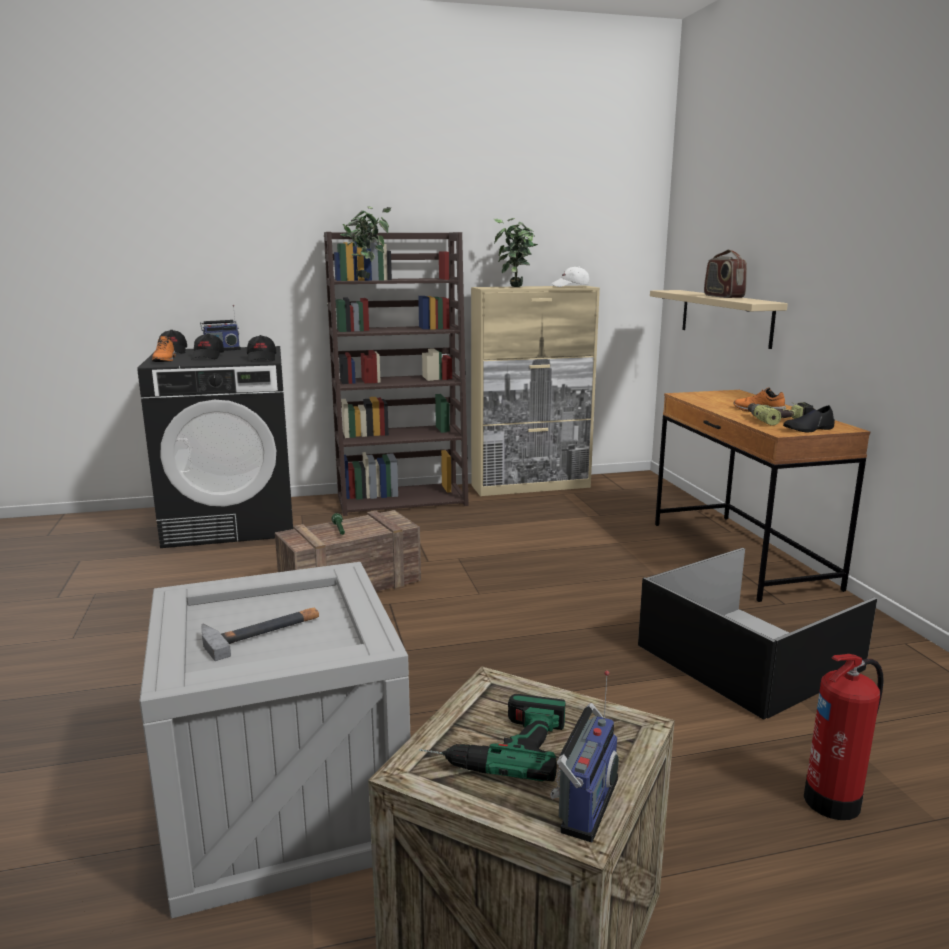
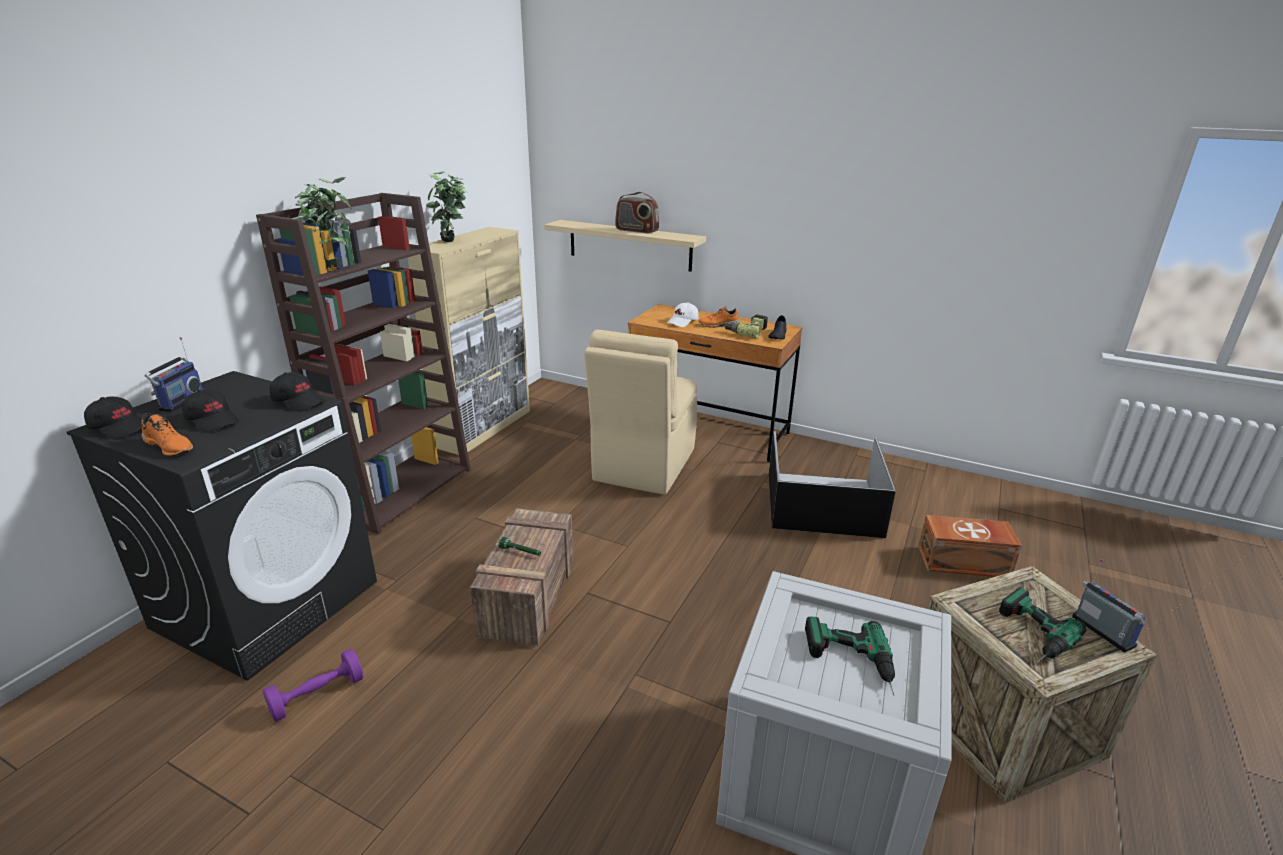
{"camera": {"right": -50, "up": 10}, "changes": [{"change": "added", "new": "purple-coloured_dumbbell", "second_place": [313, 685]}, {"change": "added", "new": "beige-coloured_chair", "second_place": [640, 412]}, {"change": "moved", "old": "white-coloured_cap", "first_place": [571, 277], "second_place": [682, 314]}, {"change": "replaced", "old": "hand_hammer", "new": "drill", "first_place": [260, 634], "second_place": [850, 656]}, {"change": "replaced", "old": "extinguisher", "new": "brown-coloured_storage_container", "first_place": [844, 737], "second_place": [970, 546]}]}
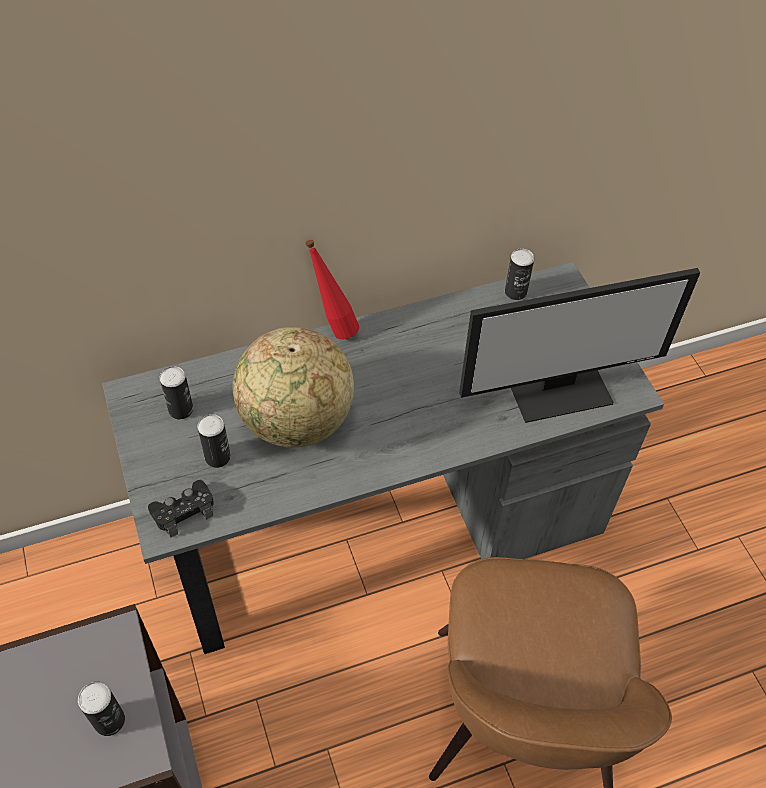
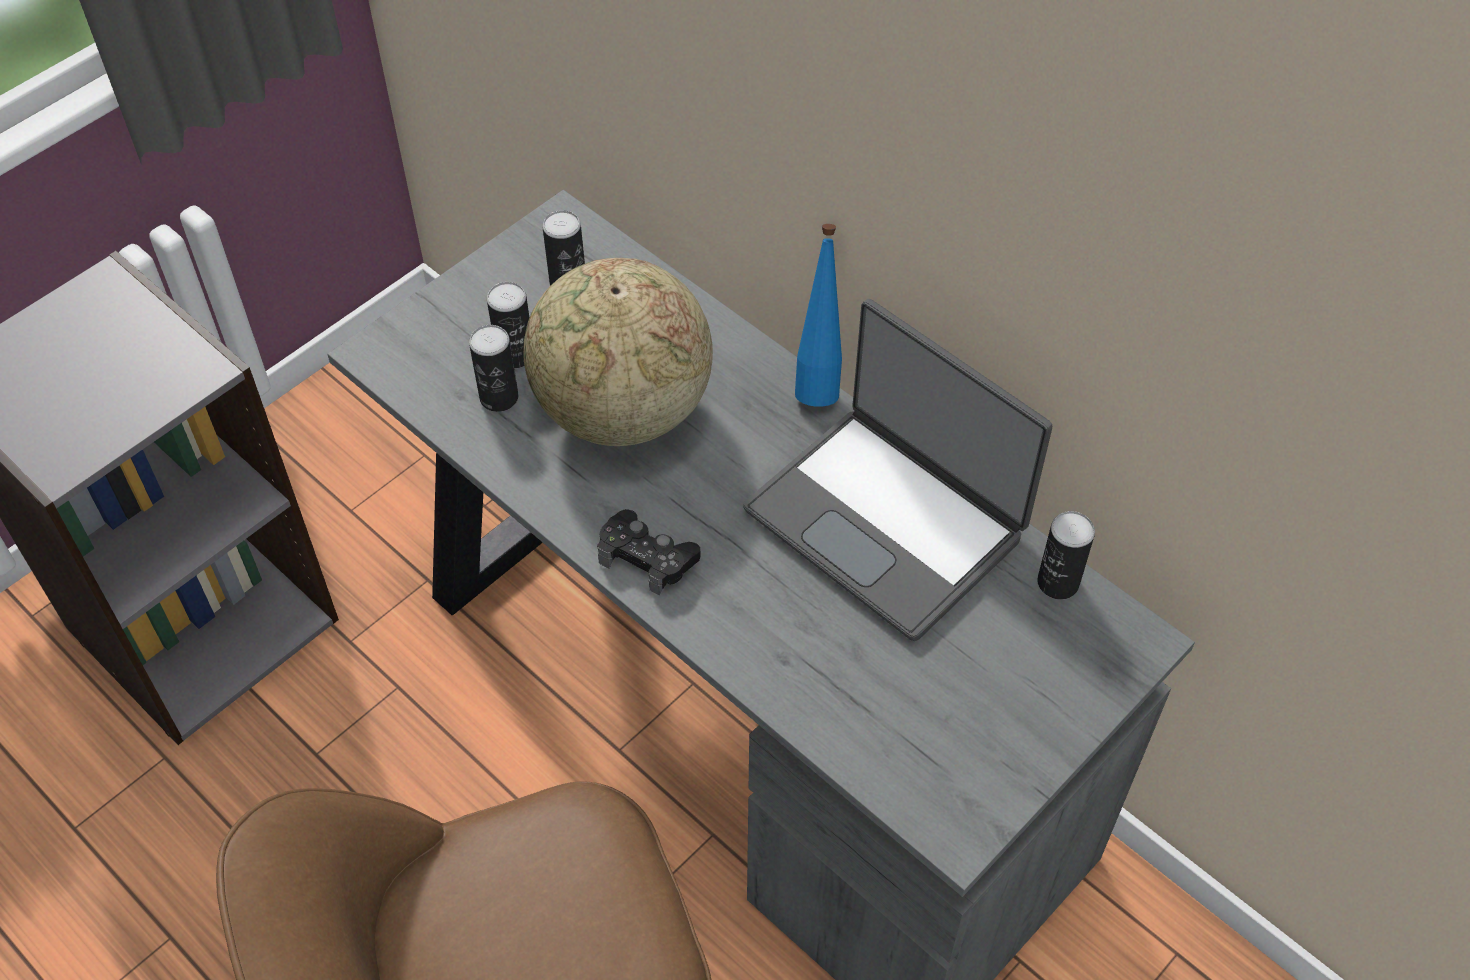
{"camera": {"right": 65, "up": 0}, "changes": [{"change": "moved", "old": "can", "first_place": [101, 709], "second_place": [493, 368]}, {"change": "moved", "old": "black-coloured_gamepad", "first_place": [181, 508], "second_place": [649, 552]}, {"change": "added", "new": "laptop", "second_place": [897, 470]}, {"change": "recoloured", "old": "red-coloured_drink_bottle", "new": "blue-coloured_drink_bottle", "first_place": [332, 290], "second_place": [818, 315]}, {"change": "removed", "old": "monitor", "first_place": [579, 345]}]}
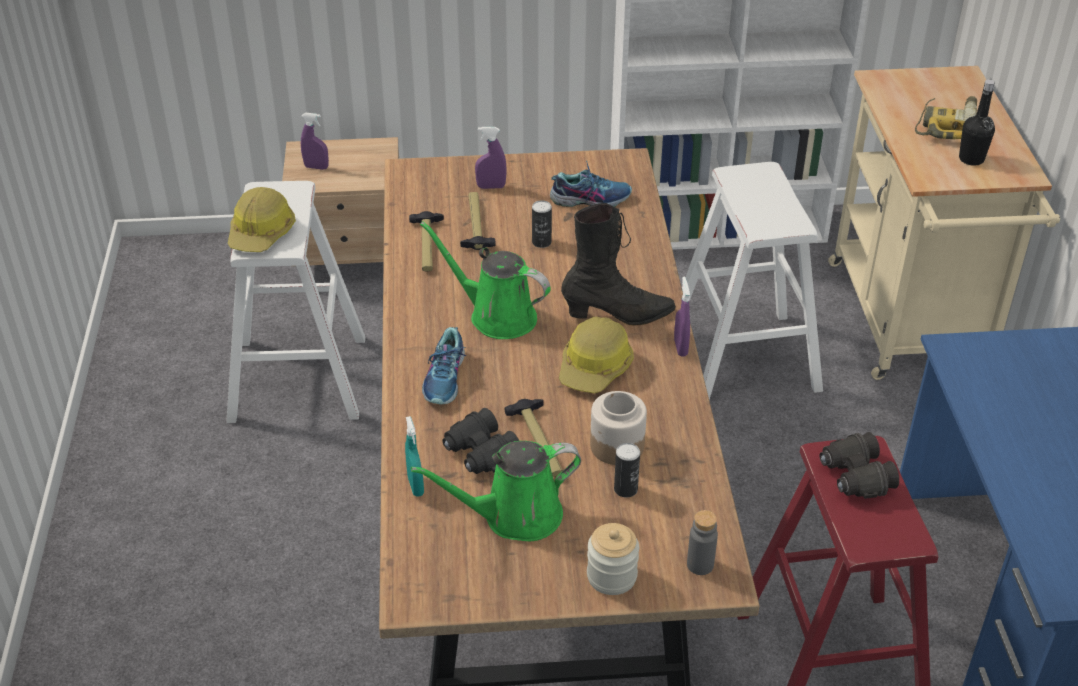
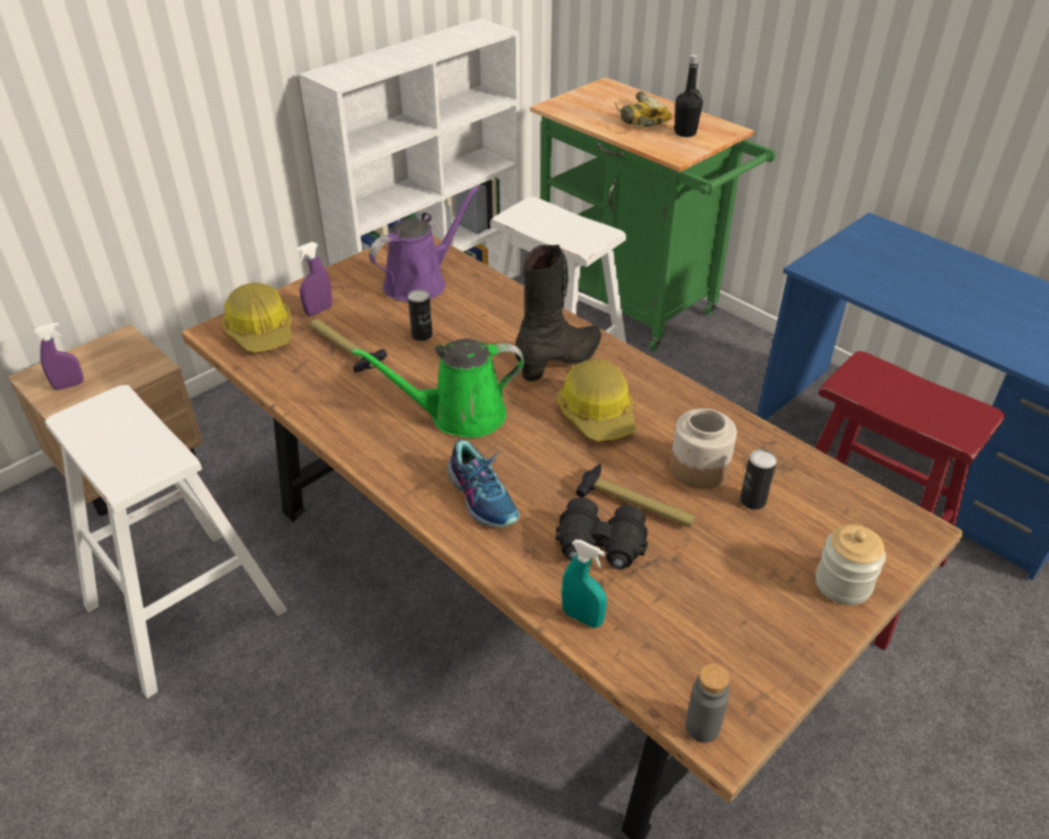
{"camera": {"right": -40, "up": 0}, "changes": [{"change": "moved", "old": "work_helmet", "first_place": [262, 219], "second_place": [256, 318]}, {"change": "replaced", "old": "low_shoe", "new": "purple-coloured_watering_pot", "first_place": [591, 183], "second_place": [424, 243]}, {"change": "recoloured", "old": "beige-coloured_trolley", "new": "green_trolley", "first_place": [944, 223], "second_place": [653, 214]}, {"change": "moved", "old": "grey_drink_bottle", "first_place": [702, 542], "second_place": [707, 703]}, {"change": "removed", "old": "hand_hammer", "first_place": [426, 241]}, {"change": "removed", "old": "green_watering_pot", "first_place": [496, 491]}, {"change": "removed", "old": "purple-coloured_spray_bottle", "first_place": [682, 316]}, {"change": "removed", "old": "black-coloured_binoculars", "first_place": [859, 465]}]}
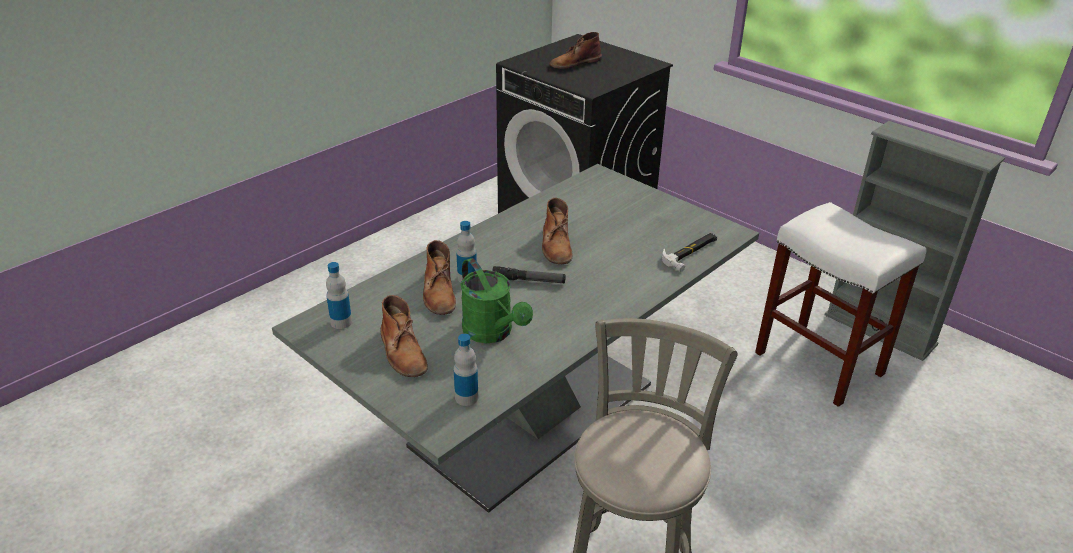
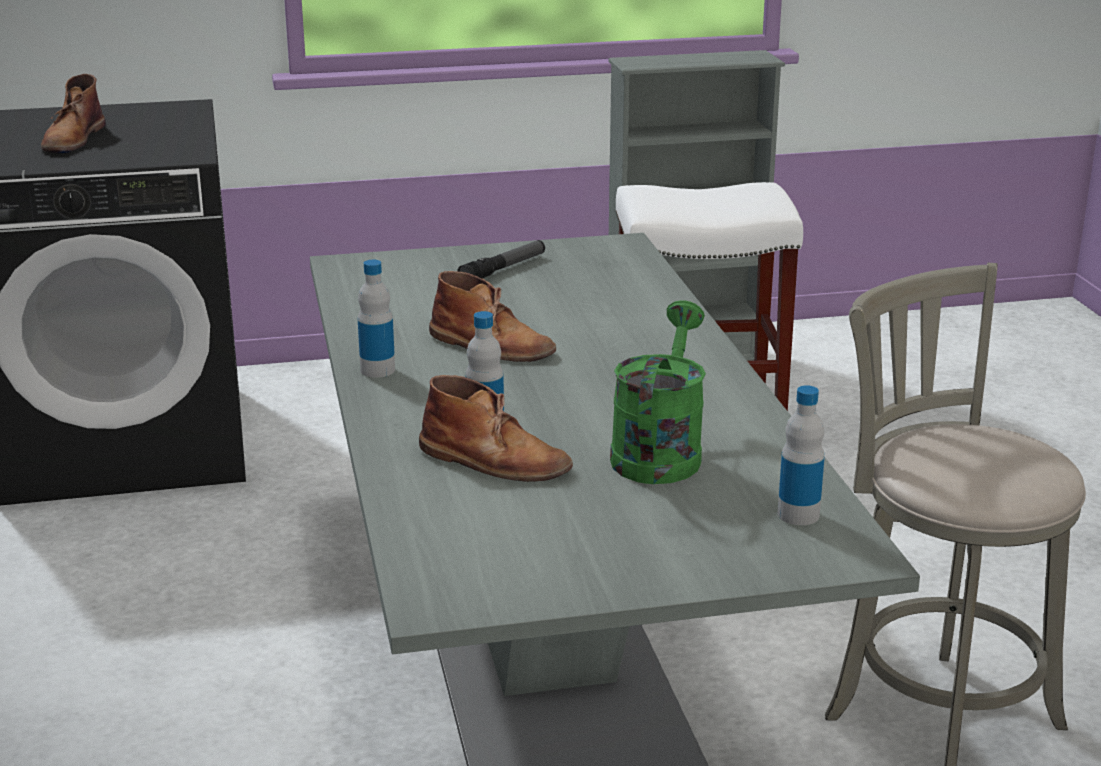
{"camera": {"right": -55, "up": -10}, "changes": [{"change": "moved", "old": "drink_bottle", "first_place": [339, 295], "second_place": [376, 319]}, {"change": "moved", "old": "hand_torch", "first_place": [529, 274], "second_place": [501, 259]}, {"change": "turned", "old": "green_watering_pot", "first_place": [497, 300], "second_place": [658, 392], "degrees": -75}, {"change": "removed", "old": "brown-coloured_high-top_boot", "first_place": [404, 336]}, {"change": "removed", "old": "hand_hammer", "first_place": [689, 252]}]}
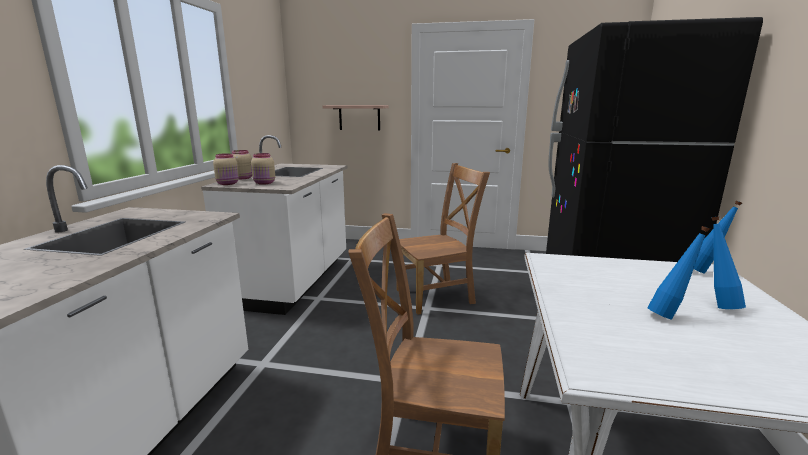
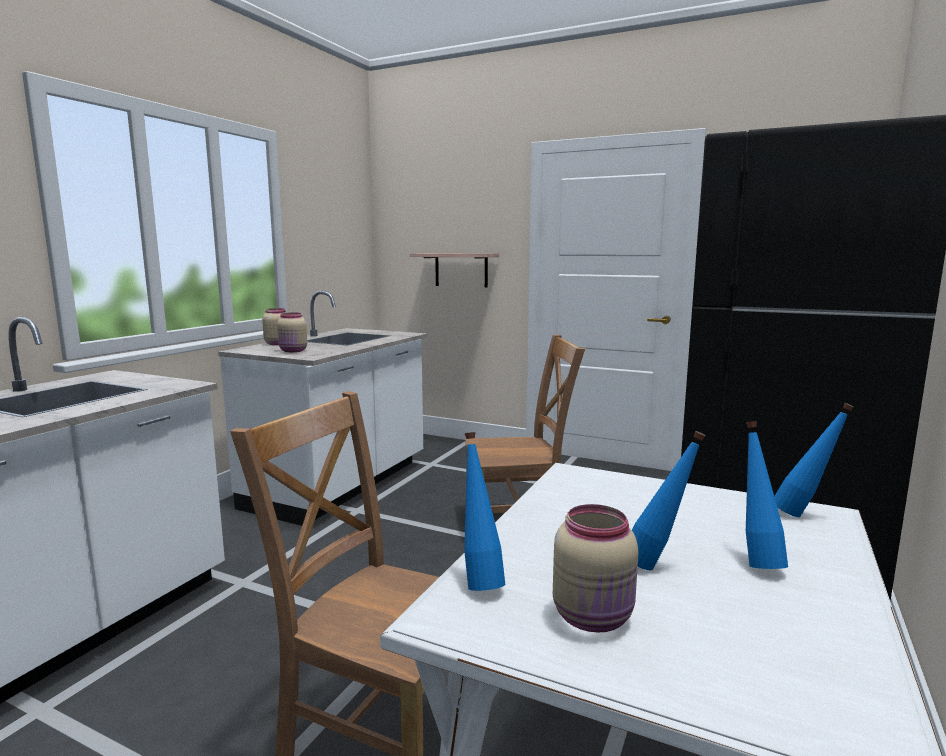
{"camera": {"right": 15, "up": -5}, "changes": [{"change": "added", "new": "blue-coloured_drink_bottle", "second_place": [484, 511]}, {"change": "moved", "old": "beige-coloured_preserve_jar", "first_place": [226, 169], "second_place": [595, 568]}]}
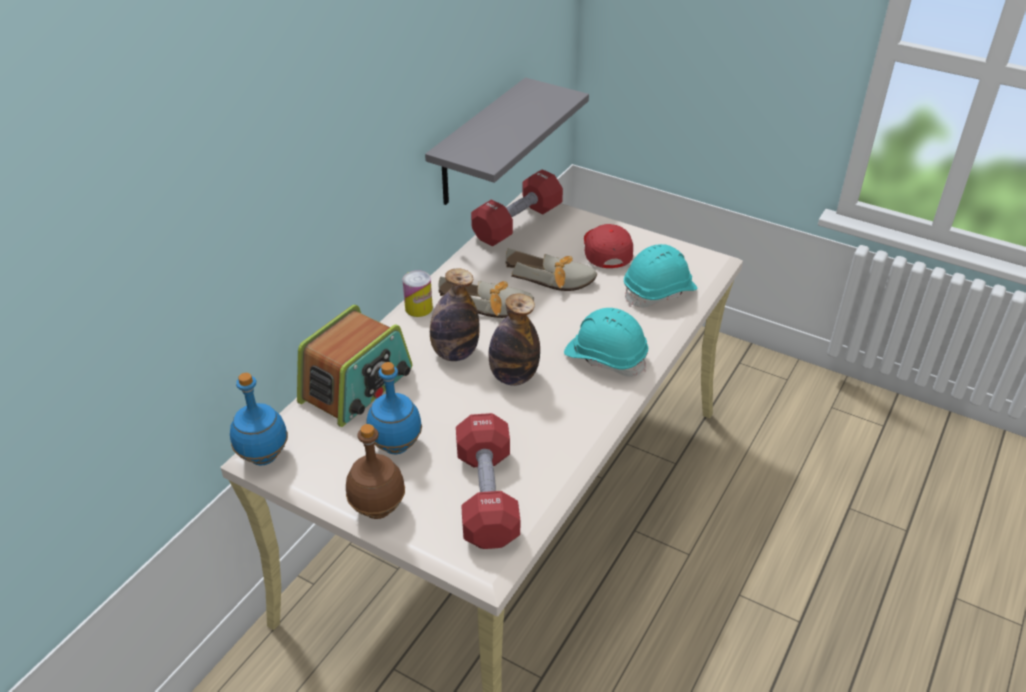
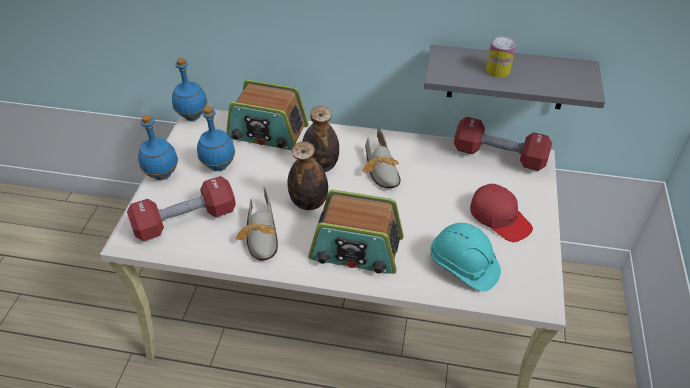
{"camera": {"right": 70, "up": 5}, "changes": [{"change": "recoloured", "old": "brown-coloured_drink_bottle", "new": "blue-coloured_drink_bottle", "first_place": [375, 471], "second_place": [158, 147]}, {"change": "moved", "old": "low_shoe", "first_place": [551, 269], "second_place": [257, 223]}, {"change": "replaced", "old": "blue-green_work_helmet", "new": "radio_set", "first_place": [606, 342], "second_place": [356, 232]}, {"change": "turned", "old": "red-coloured_cap", "first_place": [608, 246], "second_place": [501, 213], "degrees": 75}, {"change": "moved", "old": "can", "first_place": [418, 293], "second_place": [501, 57]}]}
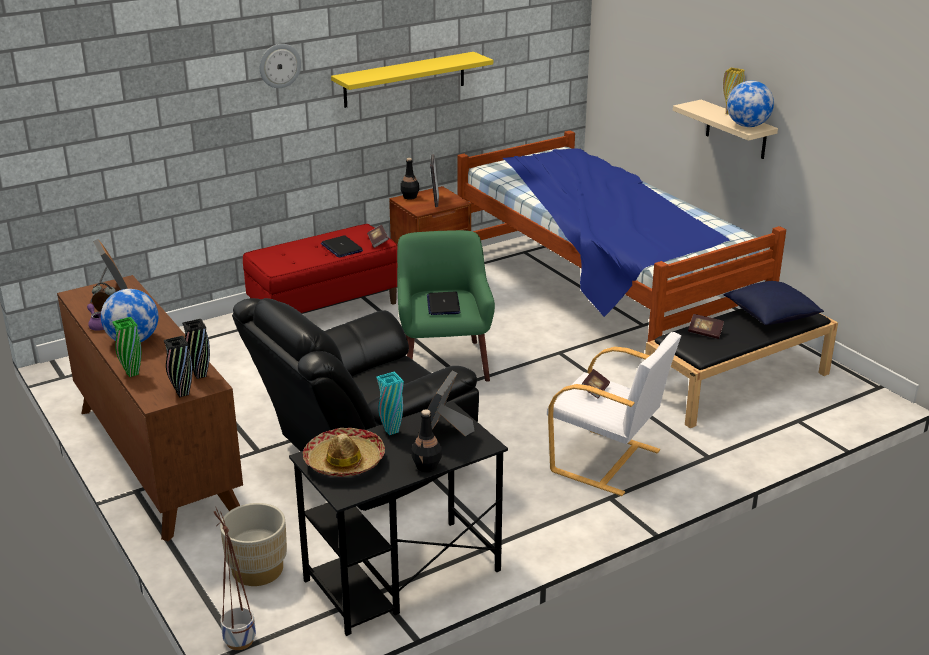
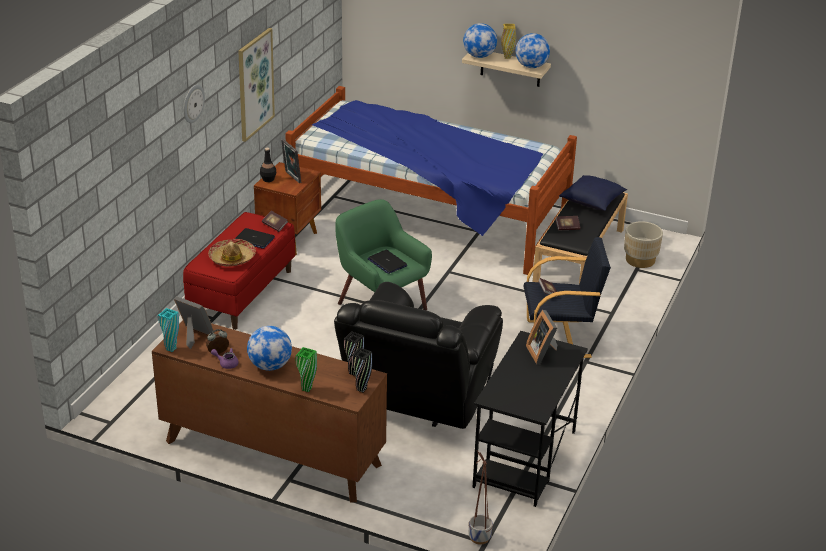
{"camera": {"right": -35, "up": 5}, "changes": [{"change": "moved", "old": "blue-green_vase", "first_place": [390, 403], "second_place": [168, 330]}, {"change": "moved", "old": "clothing_hat", "first_place": [344, 452], "second_place": [232, 253]}, {"change": "replaced", "old": "yellow_wall_shelf", "new": "picture", "first_place": [412, 80], "second_place": [256, 85]}, {"change": "added", "new": "globe", "second_place": [480, 40]}, {"change": "recoloured", "old": "white-coloured_armchair", "new": "black-coloured_armchair", "first_place": [614, 414], "second_place": [567, 297]}, {"change": "moved", "old": "beige-coloured_flower_pot", "first_place": [253, 544], "second_place": [643, 244]}, {"change": "removed", "old": "black-coloured_drink_bottle", "first_place": [426, 440]}]}
